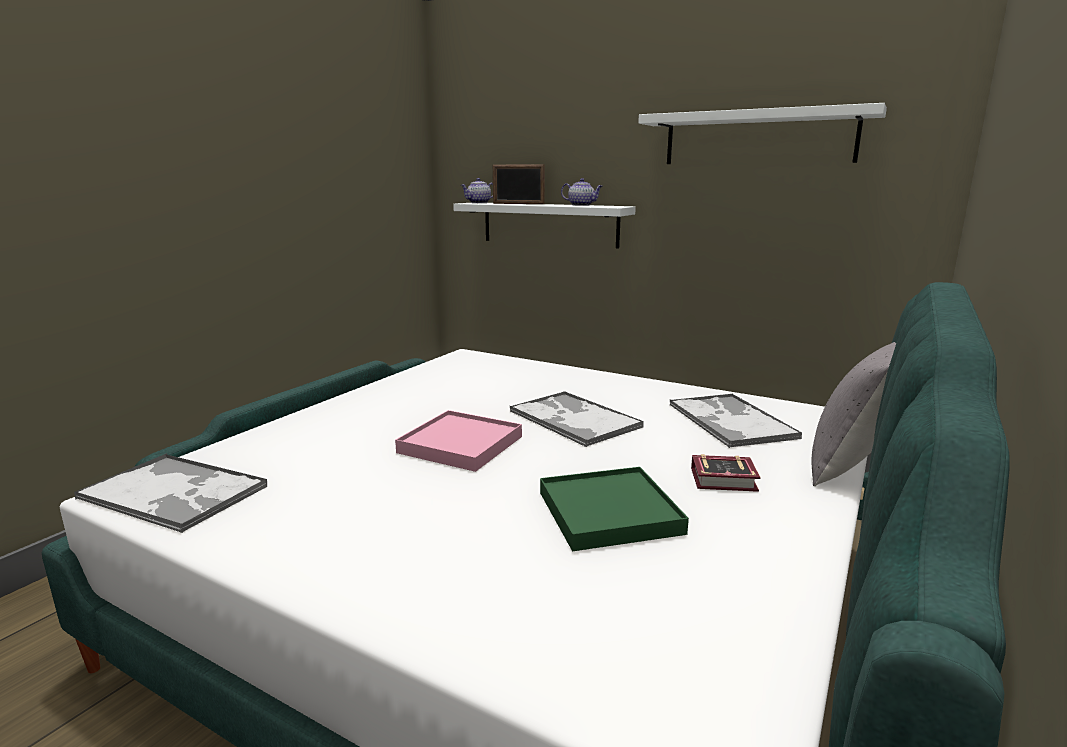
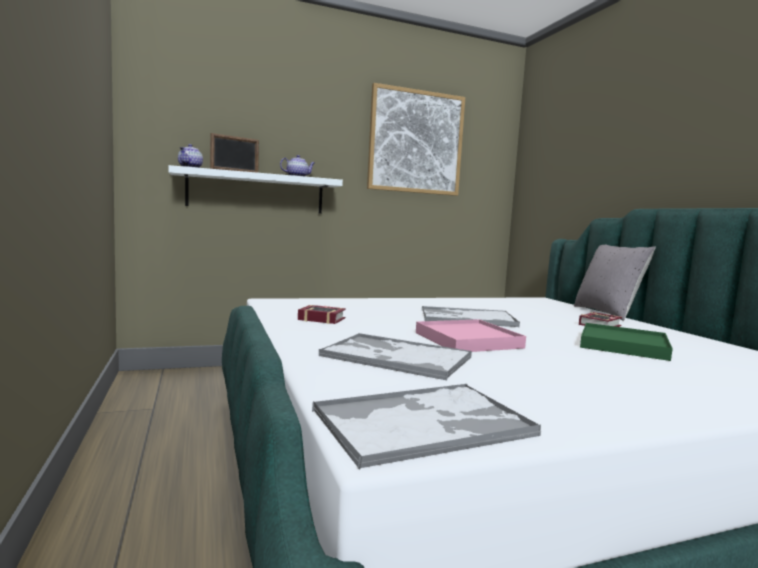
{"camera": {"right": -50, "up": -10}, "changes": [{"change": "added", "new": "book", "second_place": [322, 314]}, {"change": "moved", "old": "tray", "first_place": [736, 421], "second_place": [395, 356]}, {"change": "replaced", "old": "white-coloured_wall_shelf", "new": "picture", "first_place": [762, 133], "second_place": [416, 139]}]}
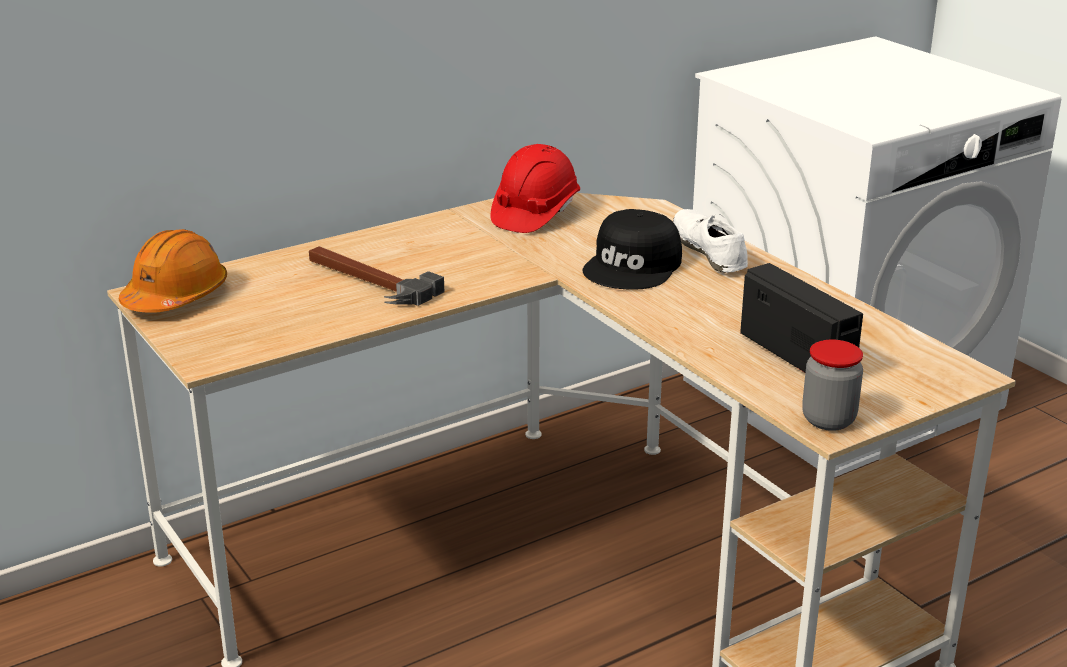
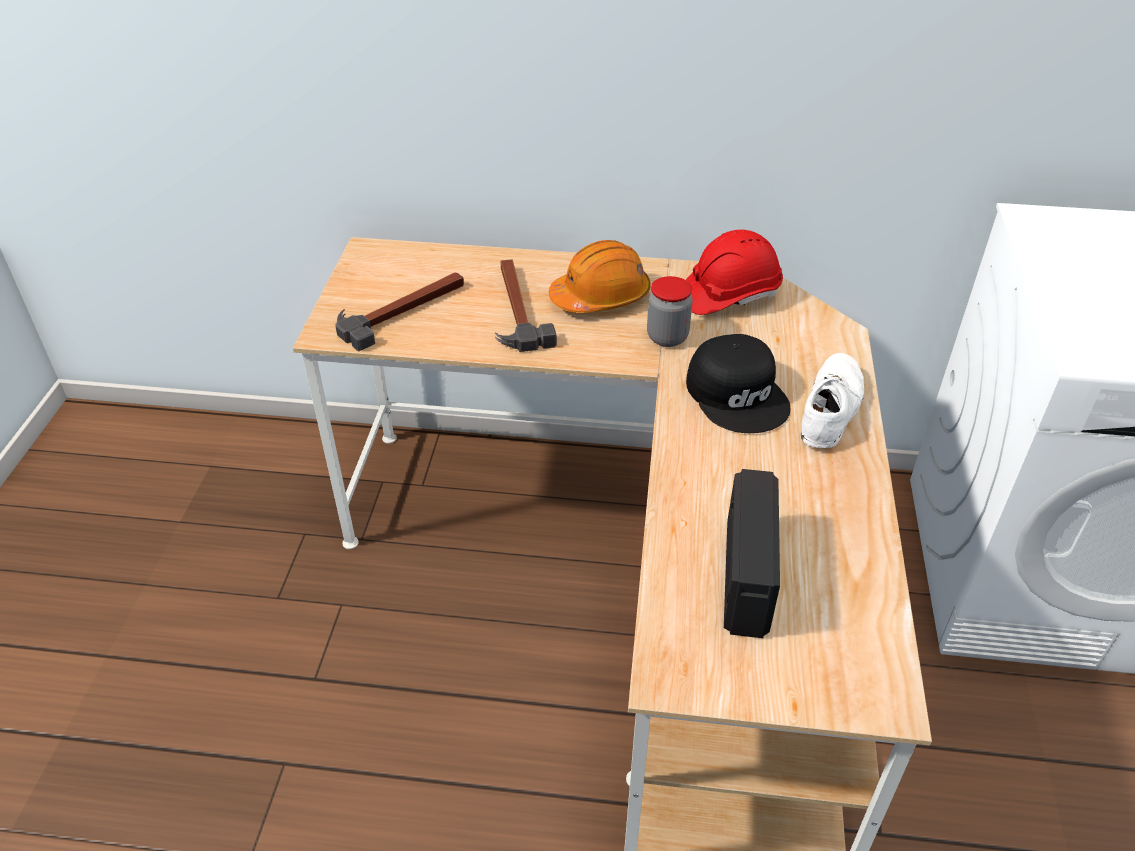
{"camera": {"right": 40, "up": 15}, "changes": [{"change": "added", "new": "hand_hammer", "second_place": [399, 312]}, {"change": "moved", "old": "orange-coloured_work_helmet", "first_place": [173, 271], "second_place": [600, 276]}, {"change": "moved", "old": "preserve_jar", "first_place": [832, 385], "second_place": [670, 311]}, {"change": "turned", "old": "black-coloured_cap", "first_place": [632, 249], "second_place": [738, 383], "degrees": -90}]}
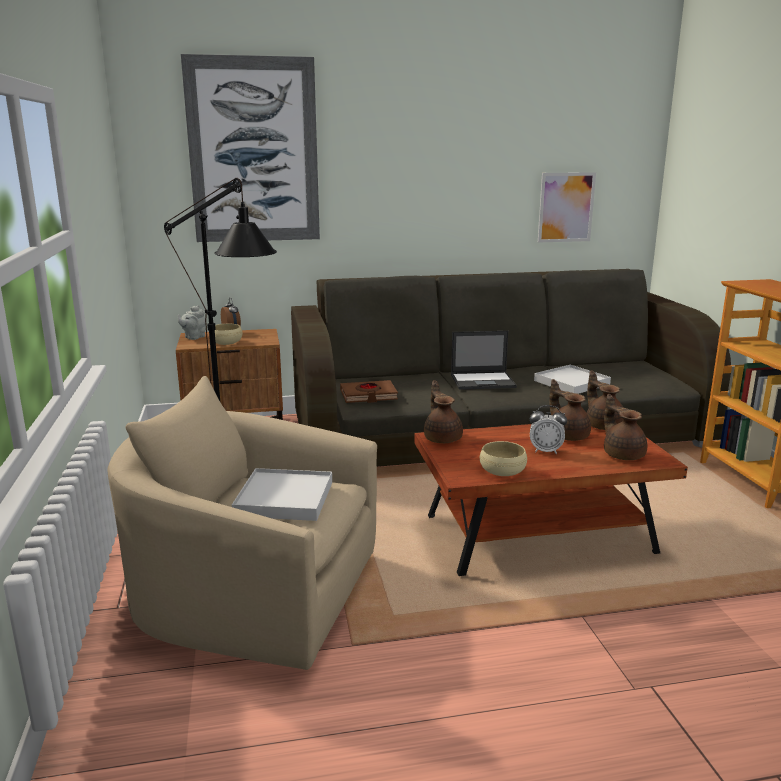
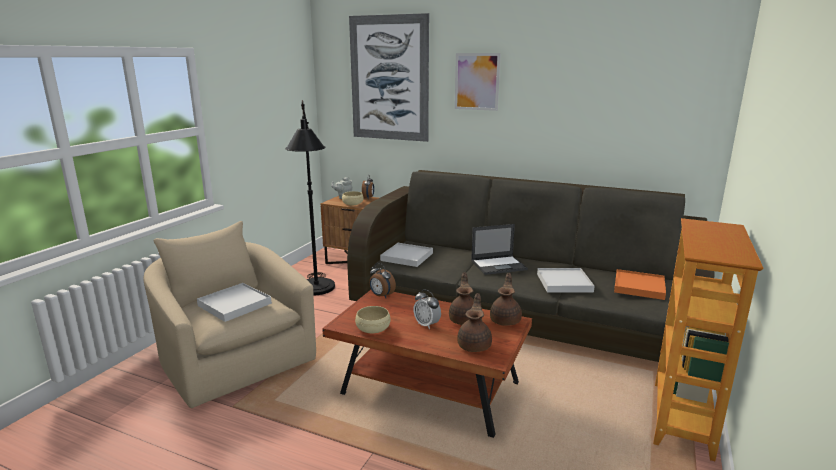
{"camera": {"right": 35, "up": 0}, "changes": [{"change": "replaced", "old": "brown-coloured_teapot", "new": "alarm_clock", "first_place": [443, 411], "second_place": [382, 280]}, {"change": "replaced", "old": "brown-coloured_book", "new": "white-coloured_tray", "first_place": [369, 391], "second_place": [406, 255]}, {"change": "moved", "old": "picture", "first_place": [567, 207], "second_place": [478, 82]}, {"change": "turned", "old": "laptop", "first_place": [484, 360], "second_place": [499, 249], "degrees": -45}, {"change": "added", "new": "orange-coloured_tray", "second_place": [640, 284]}]}
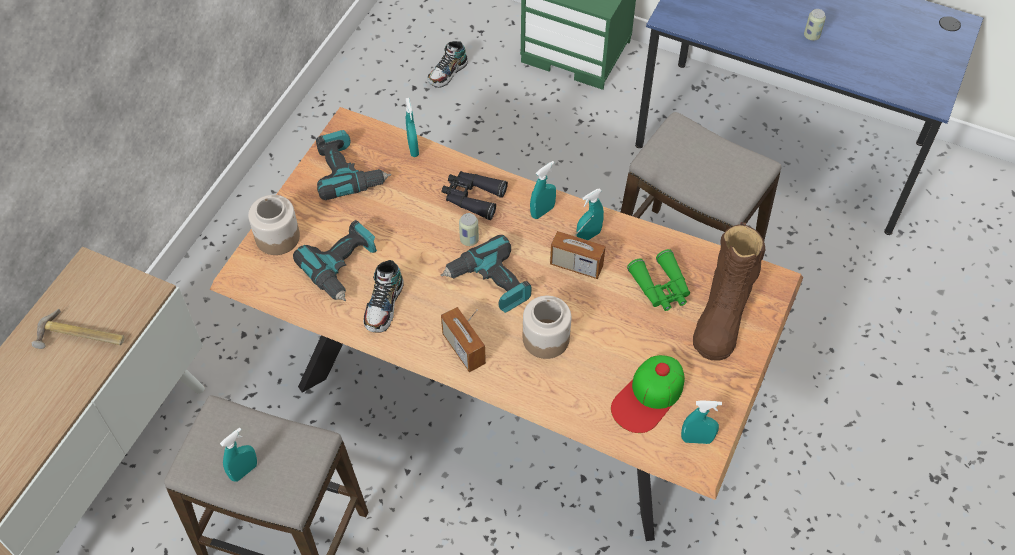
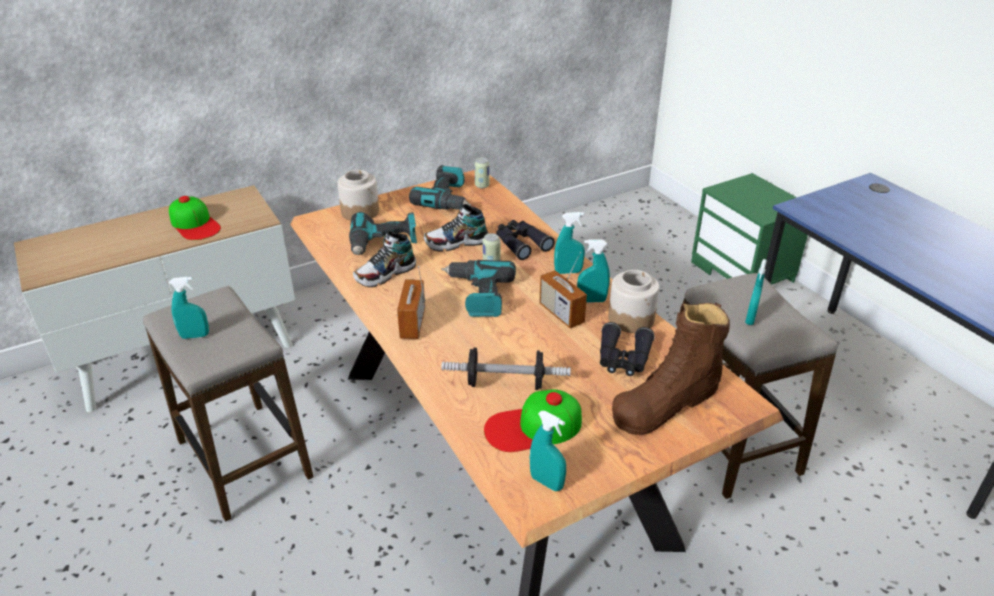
{"camera": {"right": 35, "up": -20}, "changes": [{"change": "replaced", "old": "hand_hammer", "new": "cap", "first_place": [77, 328], "second_place": [195, 218]}, {"change": "moved", "old": "low_shoe", "first_place": [448, 64], "second_place": [456, 227]}, {"change": "added", "new": "dumbbell", "second_place": [505, 369]}, {"change": "moved", "old": "can", "first_place": [815, 25], "second_place": [481, 173]}, {"change": "recoloured", "old": "green_binoculars", "new": "black-coloured_binoculars", "first_place": [658, 280], "second_place": [627, 349]}, {"change": "moved", "old": "preserve_jar", "first_place": [547, 327], "second_place": [633, 301]}, {"change": "moved", "old": "blue-green_spray_bottle", "first_place": [412, 127], "second_place": [756, 292]}]}
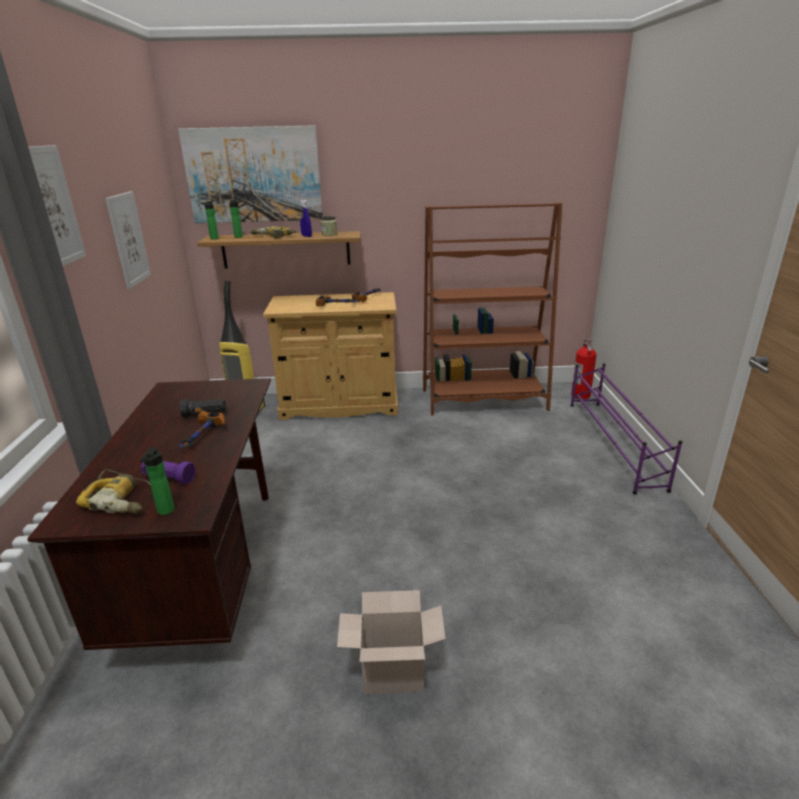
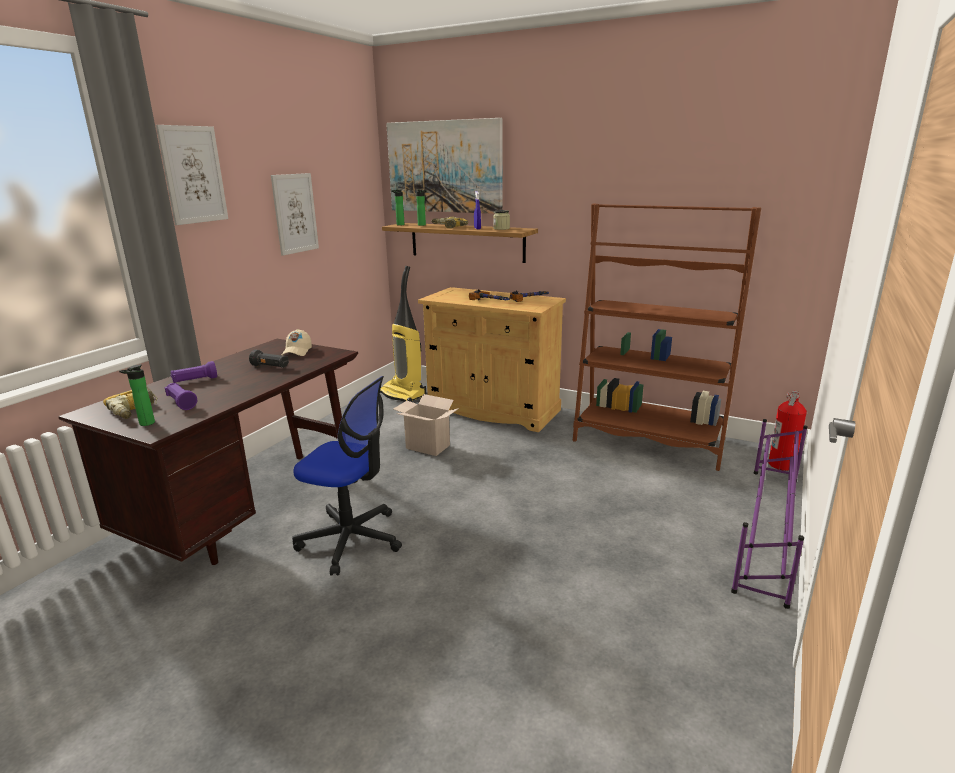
{"camera": {"right": 30, "up": -5}, "changes": [{"change": "added", "new": "purple-coloured_hand_torch", "second_place": [193, 372]}, {"change": "added", "new": "beige-coloured_cap", "second_place": [296, 342]}, {"change": "added", "new": "computer_chair", "second_place": [347, 475]}, {"change": "moved", "old": "carton", "first_place": [391, 642], "second_place": [426, 425]}, {"change": "removed", "old": "hand_hammer", "first_place": [201, 429]}]}
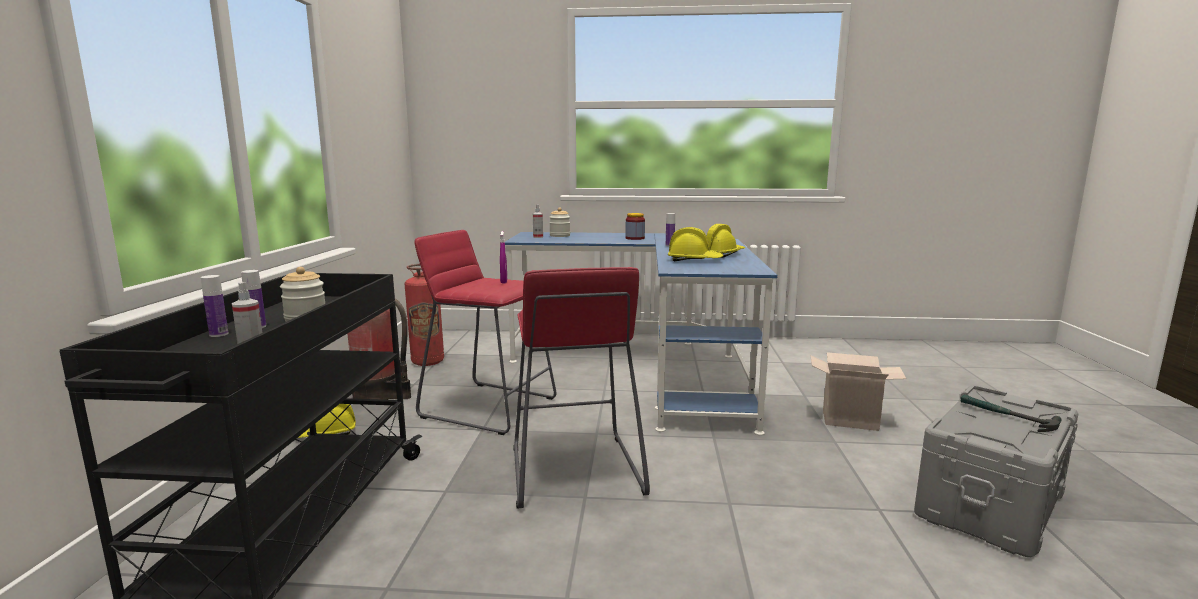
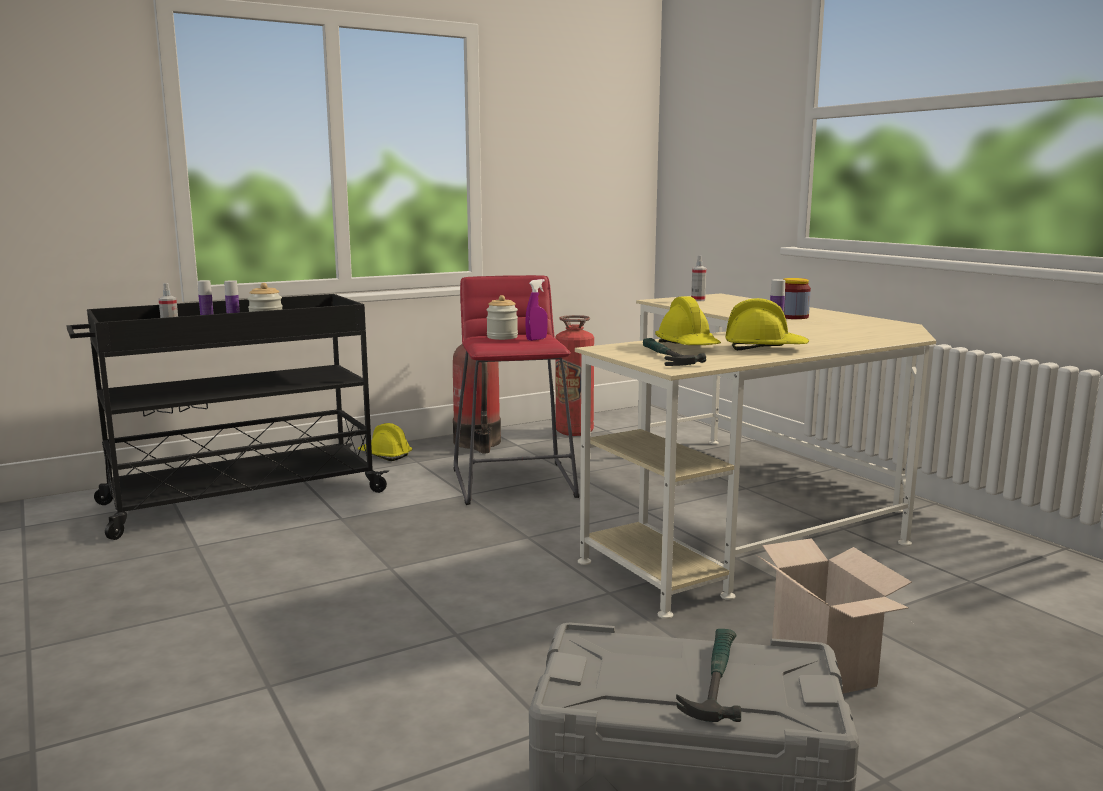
{"camera": {"right": 55, "up": 0}, "changes": [{"change": "moved", "old": "preserve_jar", "first_place": [559, 222], "second_place": [502, 317]}, {"change": "recoloured", "old": "blue-coloured_desk_unit", "new": "beige-coloured_desk_unit", "first_place": [641, 334], "second_place": [755, 456]}, {"change": "added", "new": "hand_hammer", "second_place": [674, 352]}, {"change": "removed", "old": "red-coloured_sitting_stool", "first_place": [581, 388]}]}
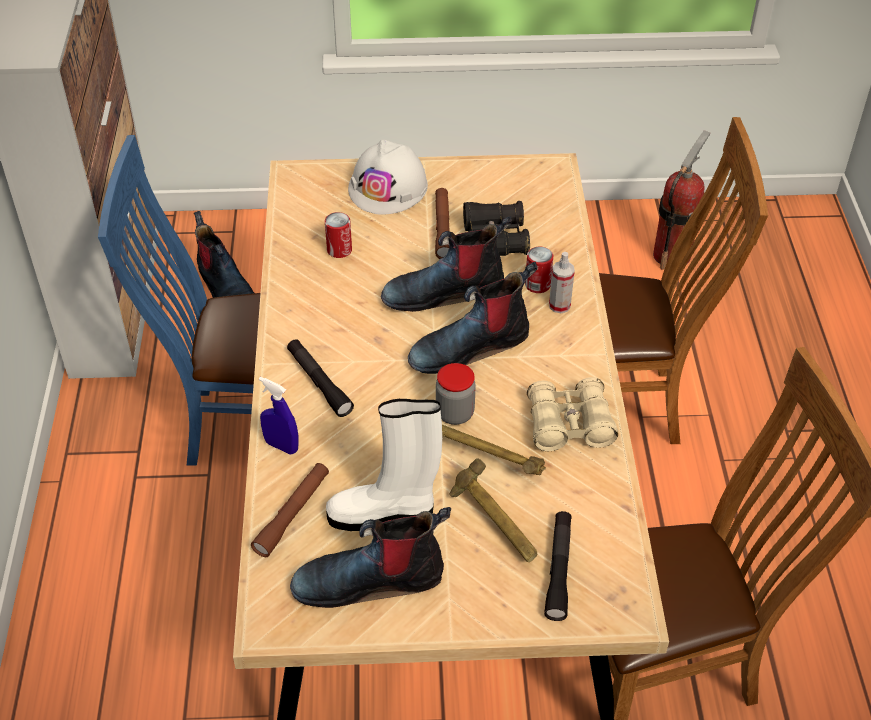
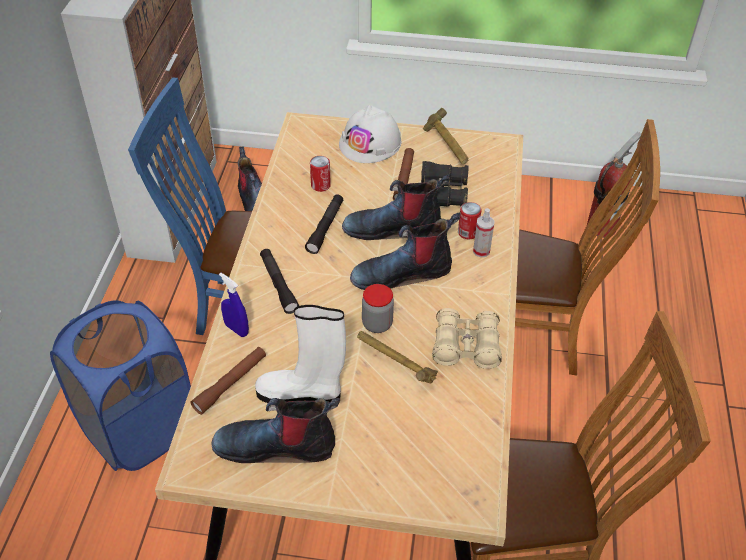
{"camera": {"right": 10, "up": 0}, "changes": [{"change": "added", "new": "blue-coloured_washing_basket", "second_place": [120, 385]}, {"change": "moved", "old": "black-coloured_hand_torch", "first_place": [558, 566], "second_place": [324, 224]}, {"change": "moved", "old": "hand_hammer", "first_place": [493, 510], "second_place": [445, 136]}]}
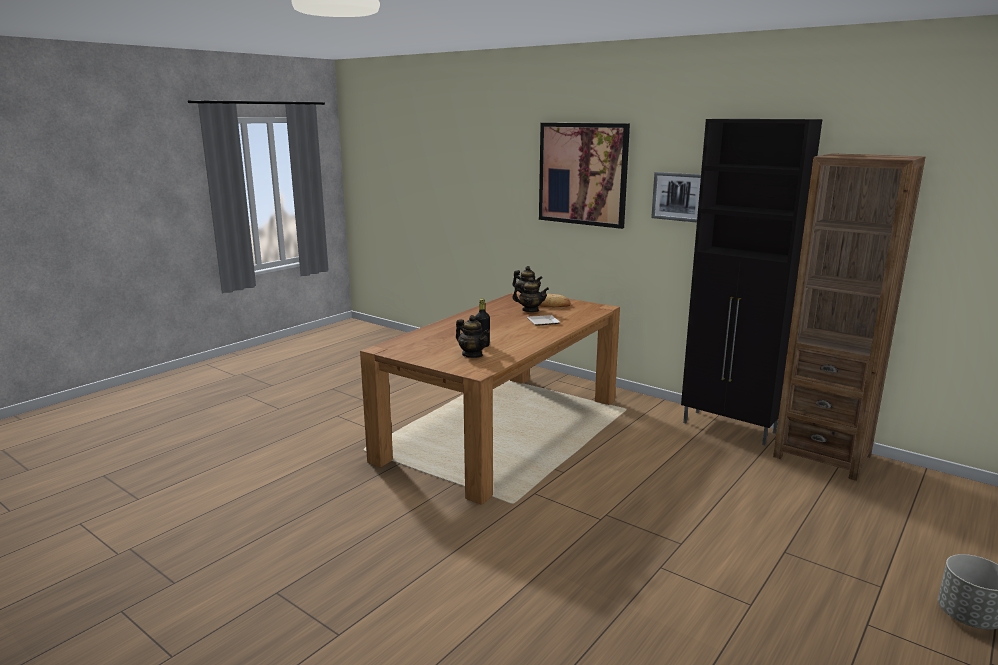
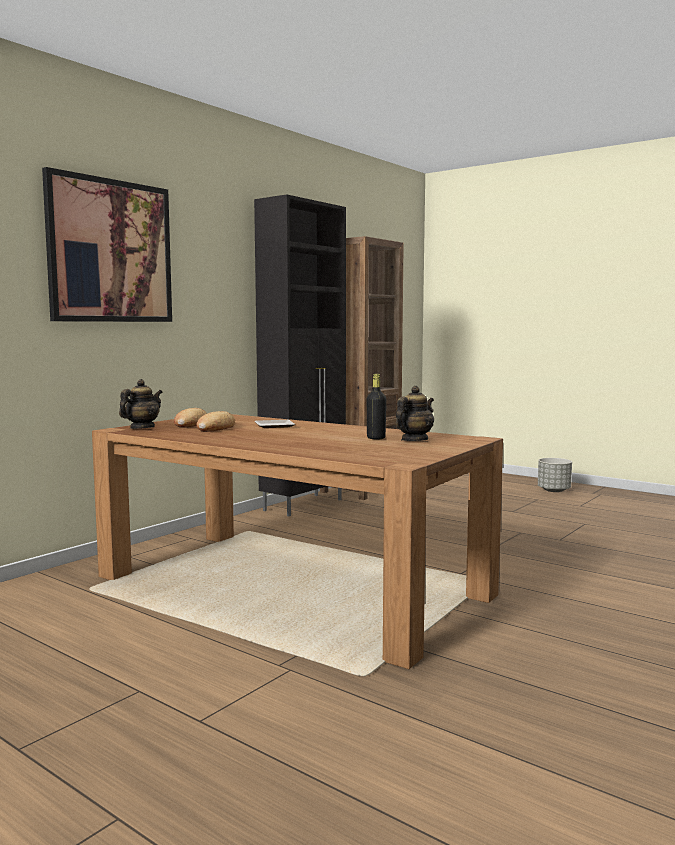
{"camera": {"right": -90, "up": -10}, "changes": [{"change": "replaced", "old": "teapot", "new": "bakery_bread", "first_place": [530, 294], "second_place": [215, 421]}, {"change": "removed", "old": "picture", "first_place": [676, 197]}]}
